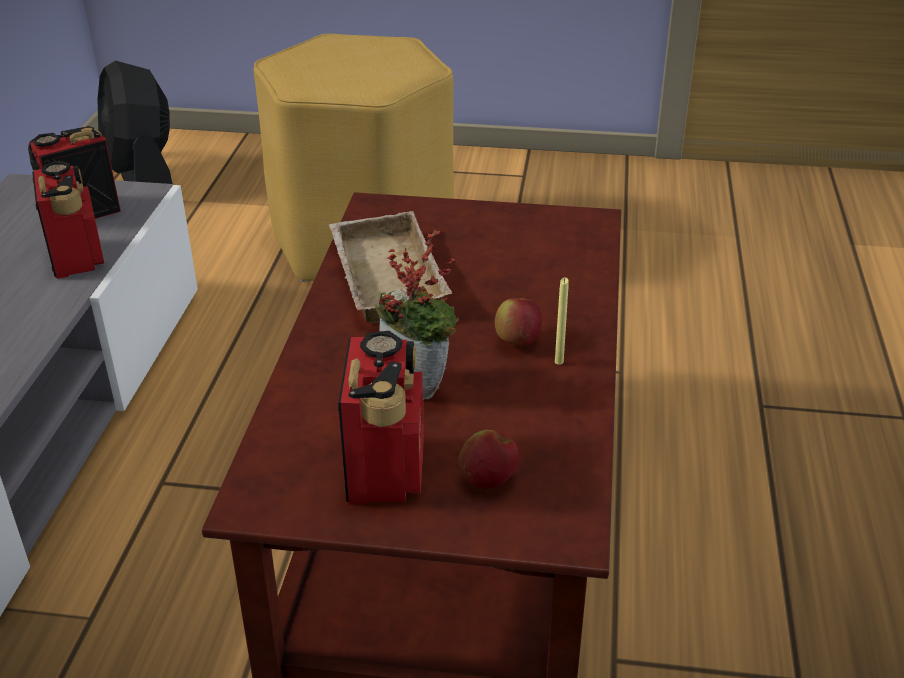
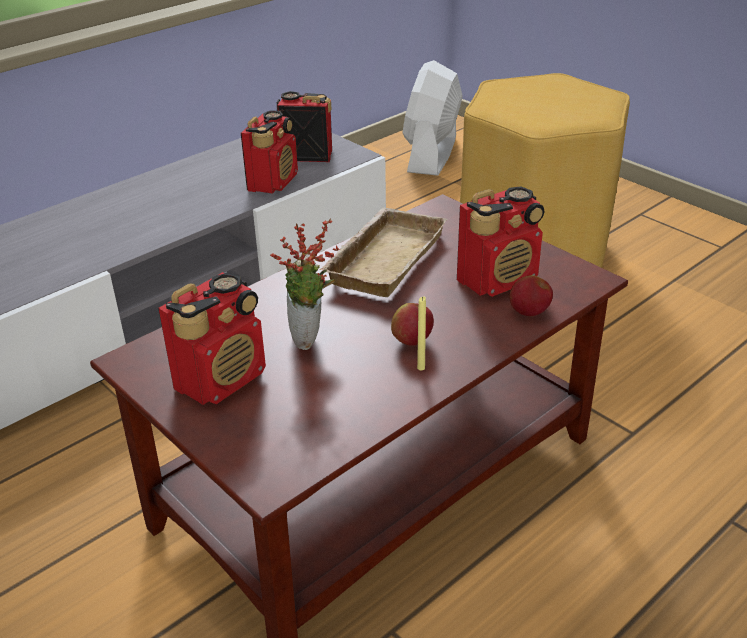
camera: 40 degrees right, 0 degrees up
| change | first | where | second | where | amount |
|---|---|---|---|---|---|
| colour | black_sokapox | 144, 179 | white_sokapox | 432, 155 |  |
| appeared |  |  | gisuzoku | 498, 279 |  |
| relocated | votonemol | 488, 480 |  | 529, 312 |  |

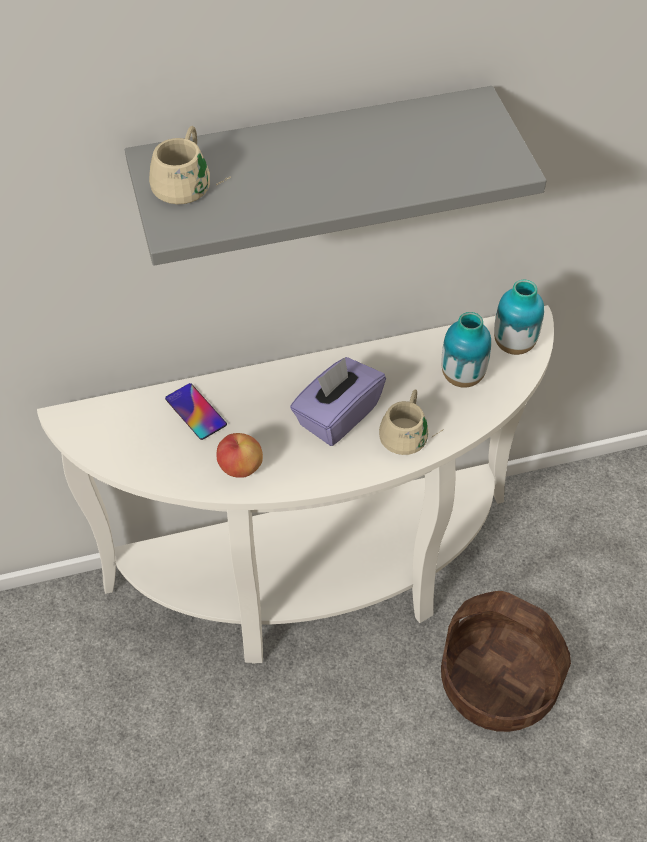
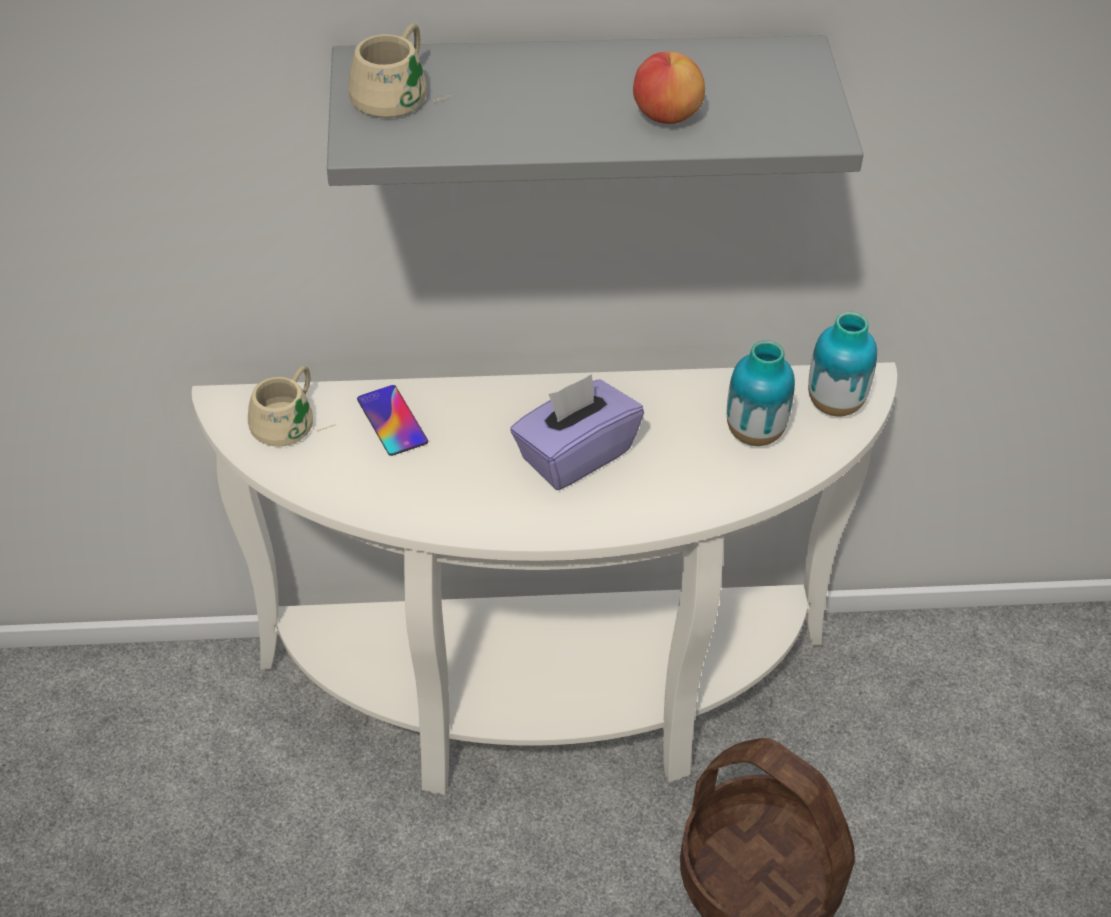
camera: 10 degrees right, 5 degrees down
| change | first | where | second | where | amount |
|---|---|---|---|---|---|
| relocated | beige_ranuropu | 410, 432 |  | 293, 422 |  |
| relocated | votonemol | 240, 467 |  | 665, 116 |  |

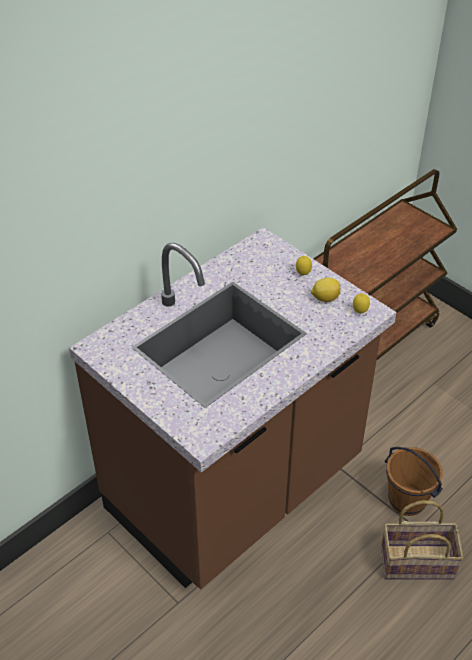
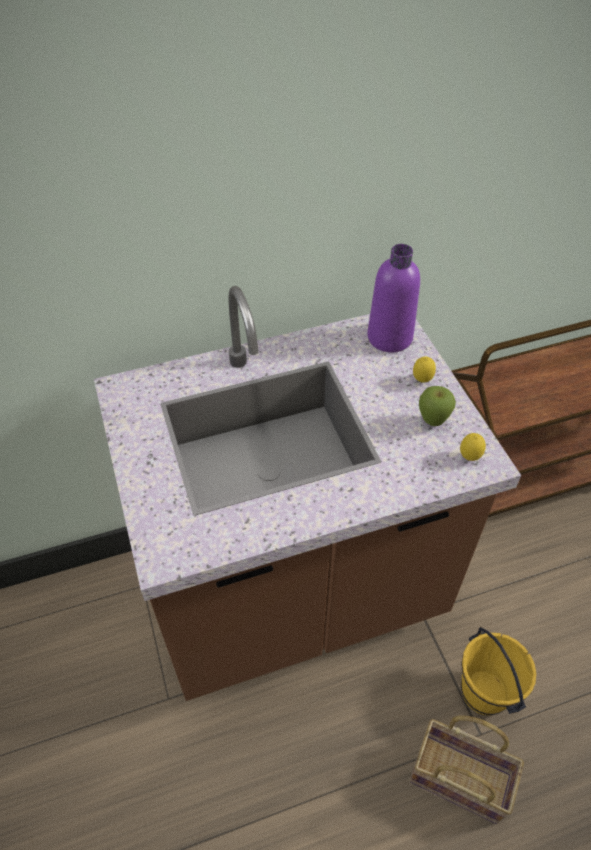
camera: 25 degrees right, 5 degrees up
| change | first | where | second | where | amount |
|---|---|---|---|---|---|
| appeared |  |  | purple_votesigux | 389, 337 |  |
| exchanged | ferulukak | 325, 298 | votonemol | 432, 422 |  |
| colour | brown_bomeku | 406, 501 | yellow_bomeku | 483, 692 |  |

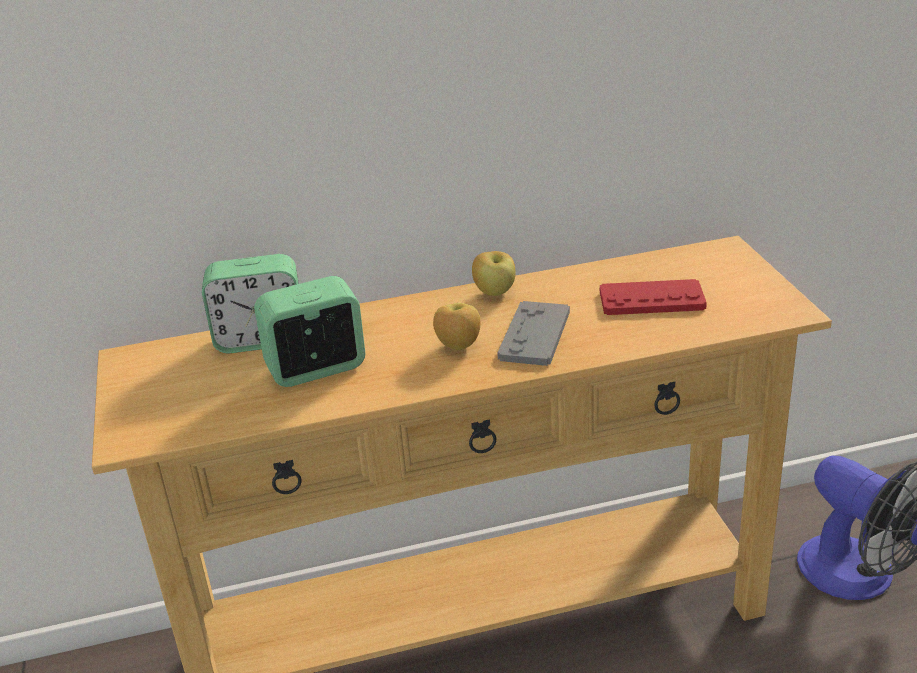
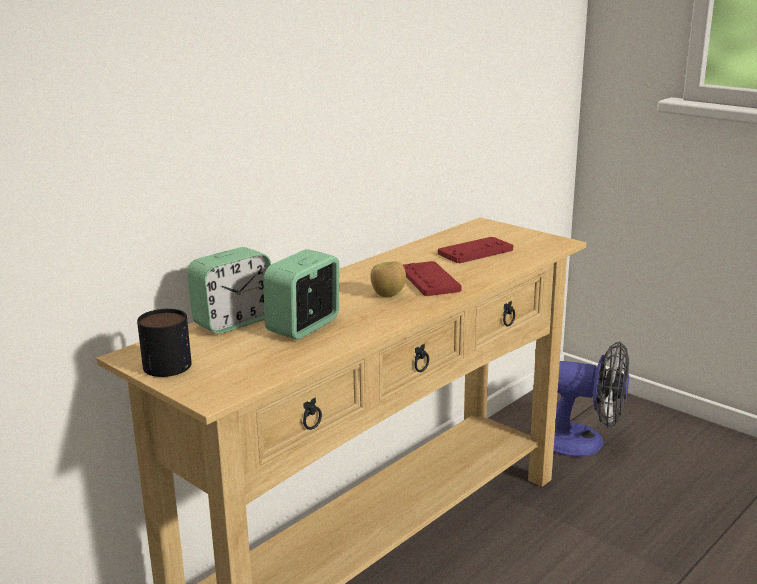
camera: 35 degrees left, 10 degrees down
| change | first | where | second | where | amount |
|---|---|---|---|---|---|
| appeared |  |  | ranuropu | 167, 361 |  |
| colour | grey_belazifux | 534, 335 | red_belazifux | 429, 280 |  |
| missing | votonemol | 495, 293 |  |  |  |

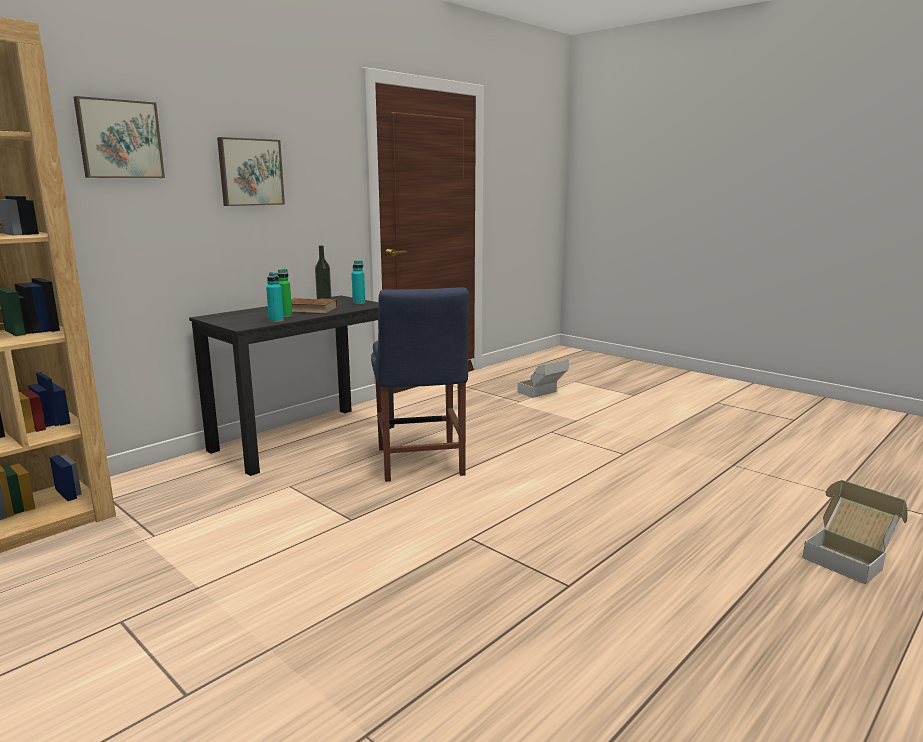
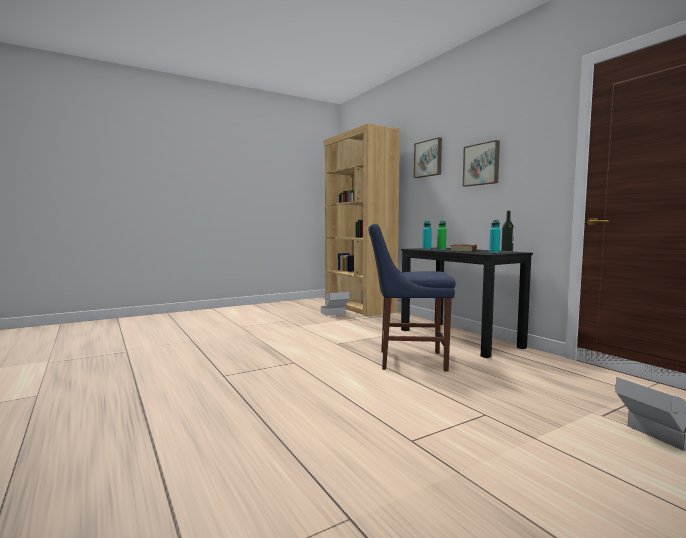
camera: 105 degrees right, 10 degrees down
| change | first | where | second | where | amount |
|---|---|---|---|---|---|
| relocated | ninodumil | 849, 558 |  | 335, 314 |  |

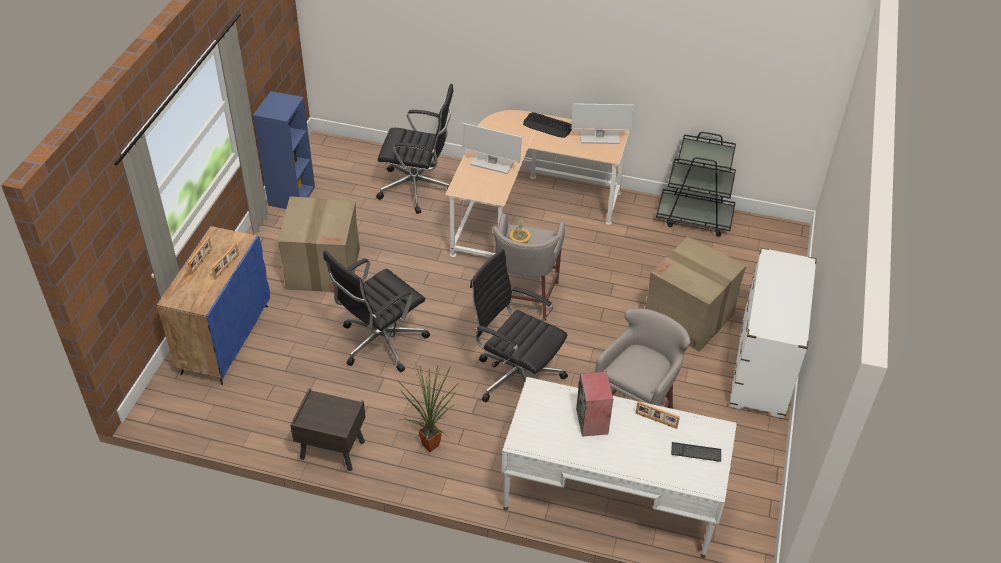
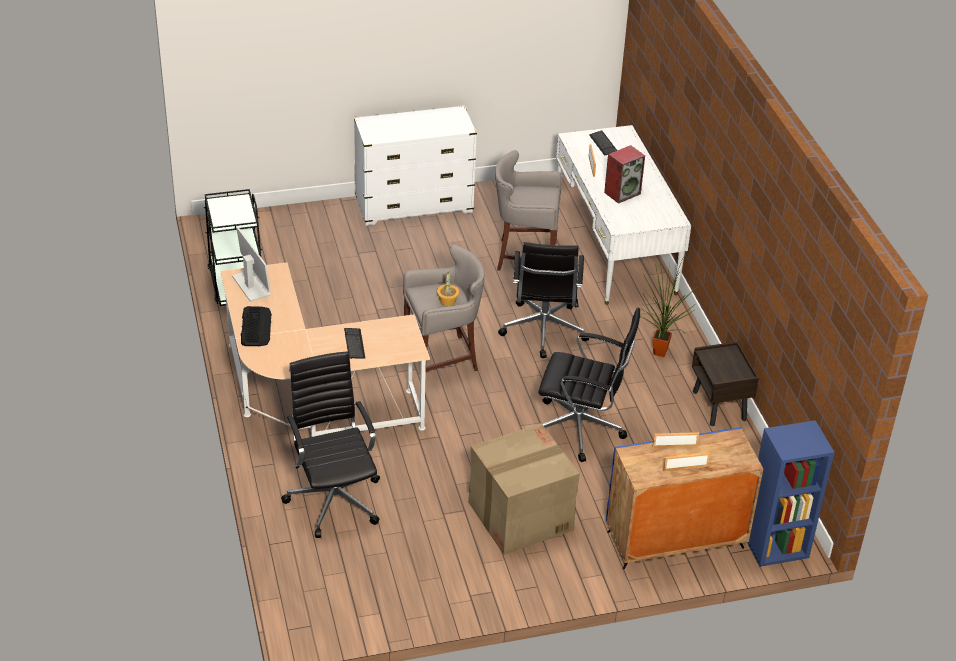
camera: 120 degrees left, 5 degrees down
| change | first | where | second | where | amount |
|---|---|---|---|---|---|
| exchanged | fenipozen | 491, 164 | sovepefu | 354, 344 |  |
| relocated | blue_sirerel | 291, 195 |  | 775, 546 |  |
| missing | ninodumil | 689, 317 |  |  |  |

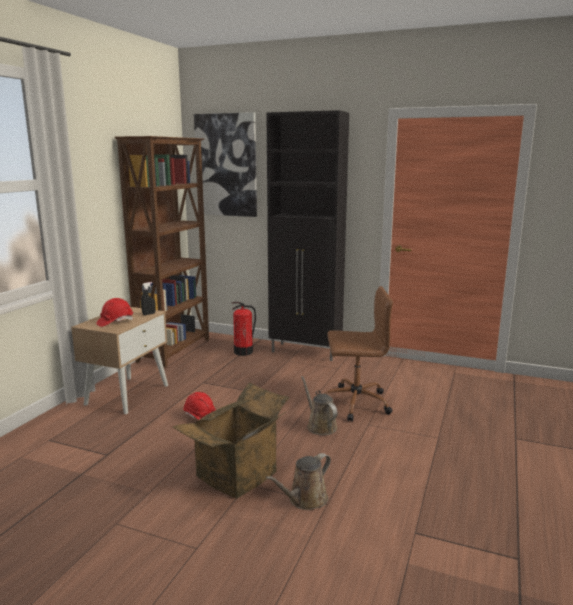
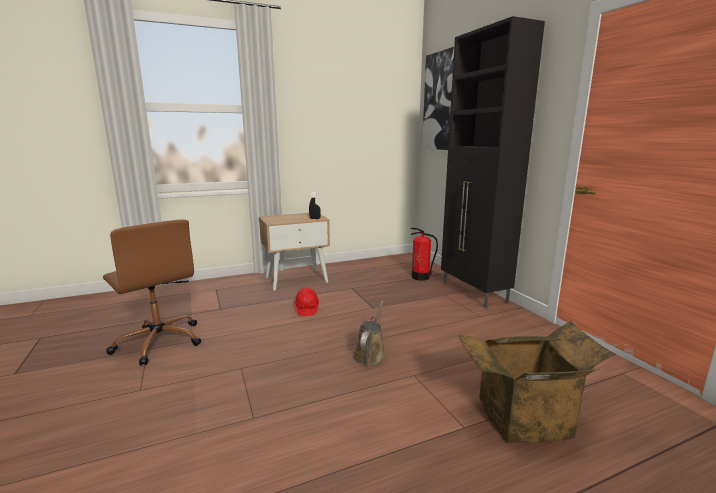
camera: 45 degrees right, 0 degrees up
| change | first | where | second | where | amount |
|---|---|---|---|---|---|
| relocated | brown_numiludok | 354, 403 |  | 159, 342 |  |
| relocated | ninodumil | 238, 476 |  | 524, 419 |  |
| missing | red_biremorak | 115, 322 |  |  |  |
| missing | brown_sirerel | 175, 350 |  |  |  |
| missing | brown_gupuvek | 305, 500 |  |  |  |

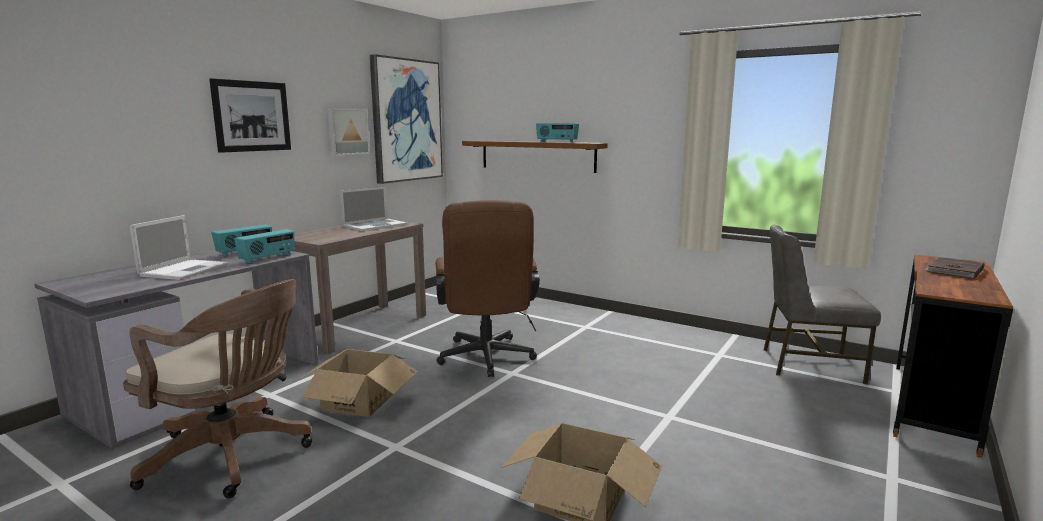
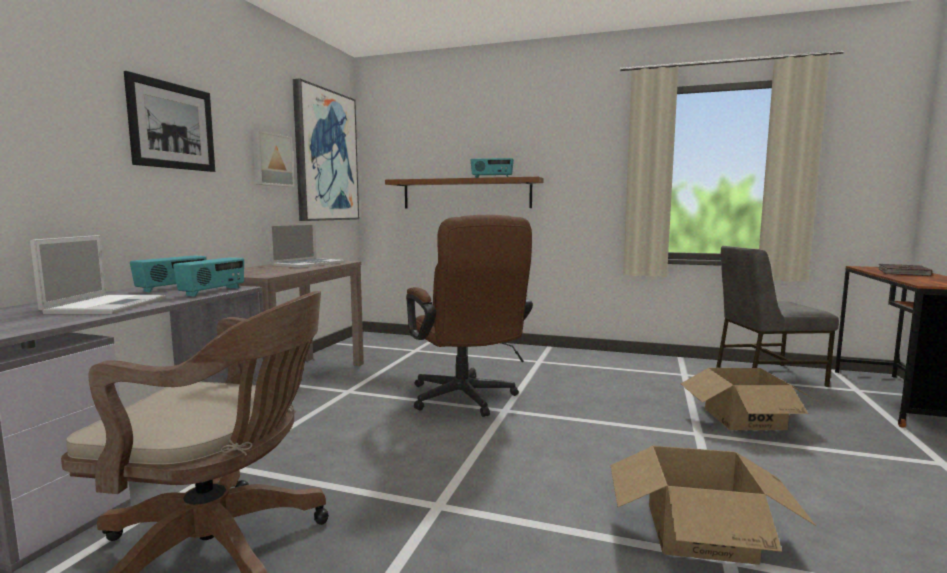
camera: 15 degrees left, 5 degrees down
| change | first | where | second | where | amount |
|---|---|---|---|---|---|
| relocated | ninodumil | 359, 401 |  | 744, 418 |  |

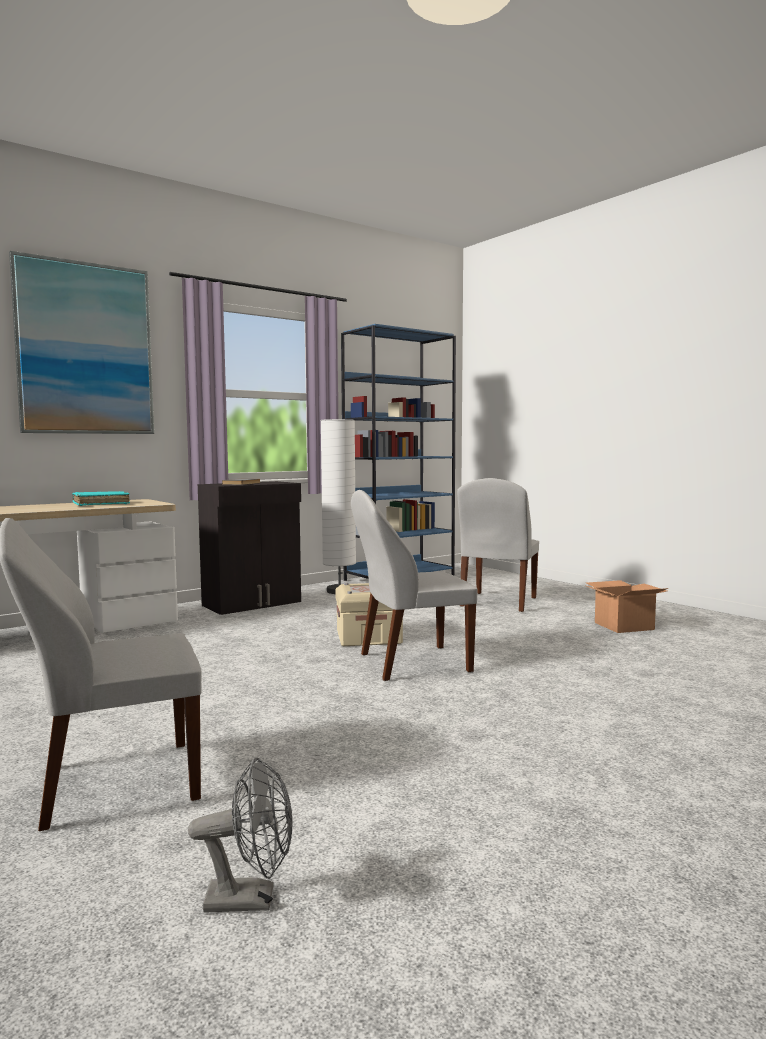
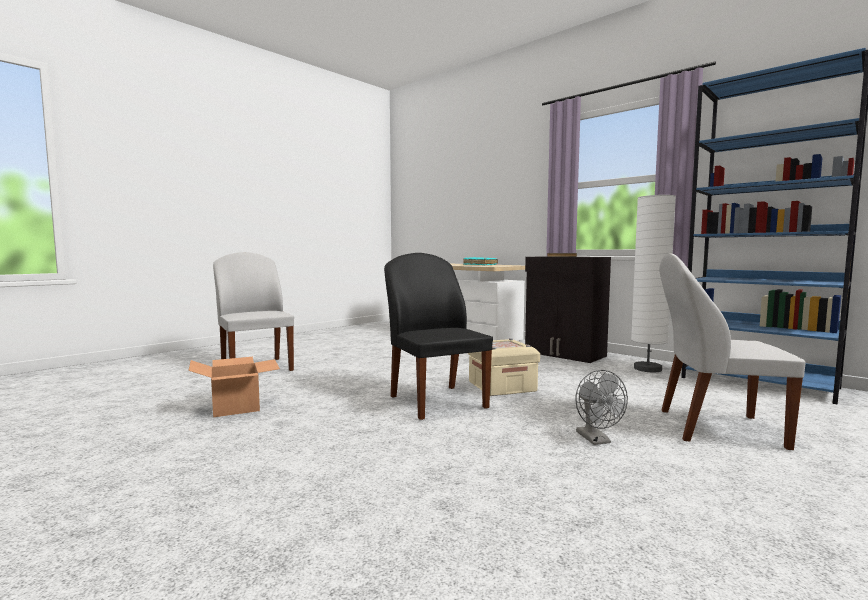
camera: 80 degrees right, 0 degrees up
| change | first | where | second | where | amount |
|---|---|---|---|---|---|
| relocated | ninodumil | 623, 626 |  | 235, 407 |  |
| colour | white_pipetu | 411, 663 | black_pipetu | 436, 401 |  |
| relocated | grey_sokapox | 251, 899 |  | 596, 440 |  |
| missing | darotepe | 85, 349 |  |  |  |

